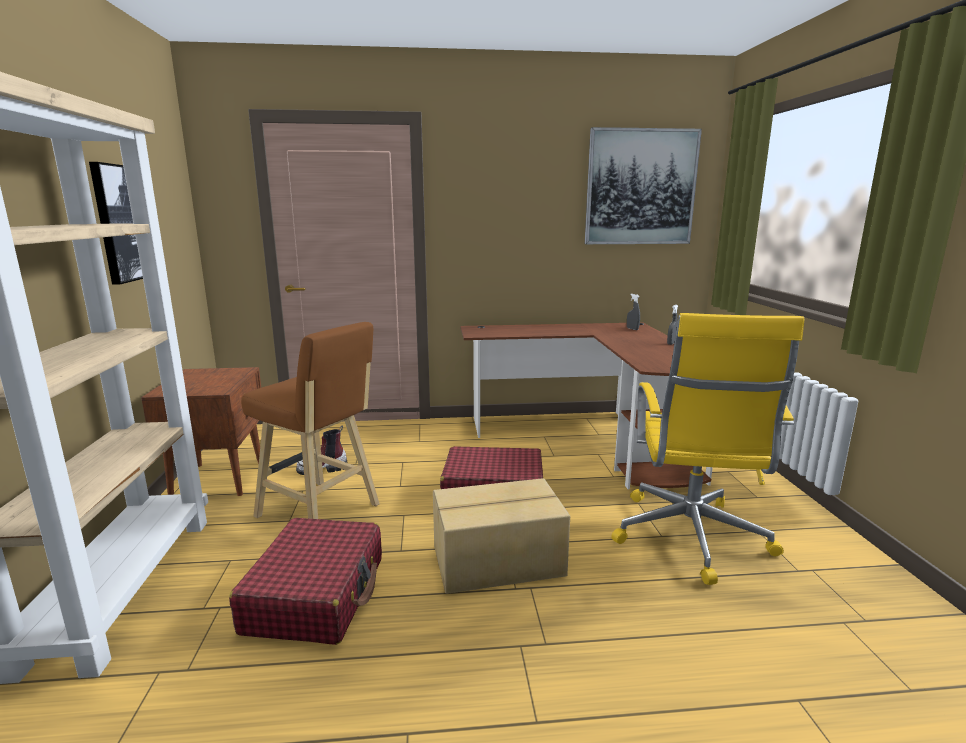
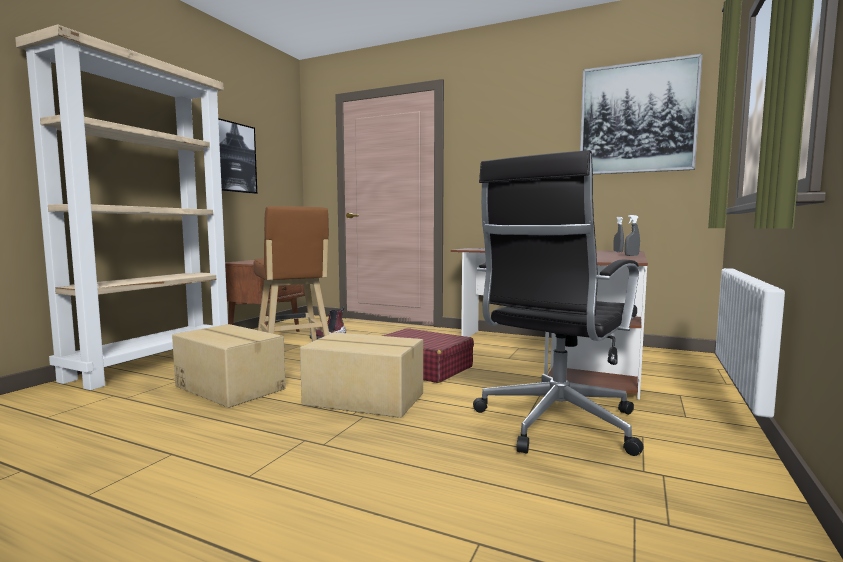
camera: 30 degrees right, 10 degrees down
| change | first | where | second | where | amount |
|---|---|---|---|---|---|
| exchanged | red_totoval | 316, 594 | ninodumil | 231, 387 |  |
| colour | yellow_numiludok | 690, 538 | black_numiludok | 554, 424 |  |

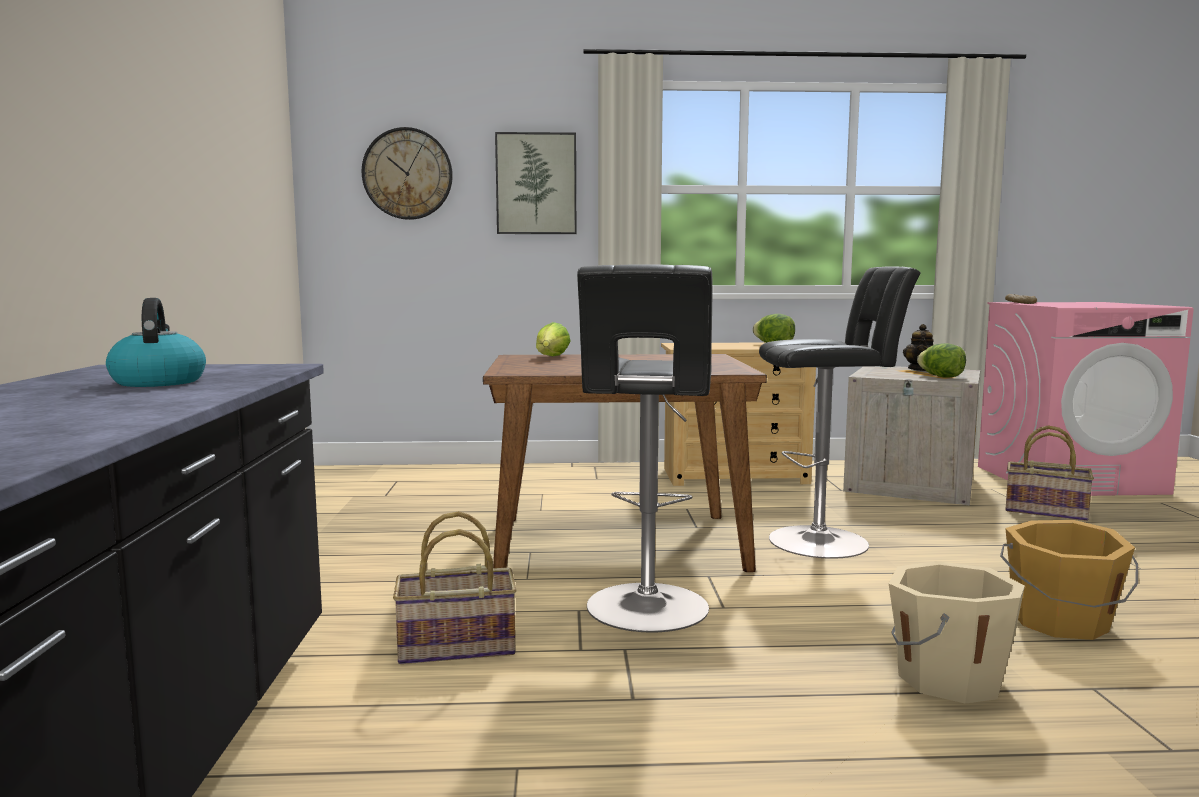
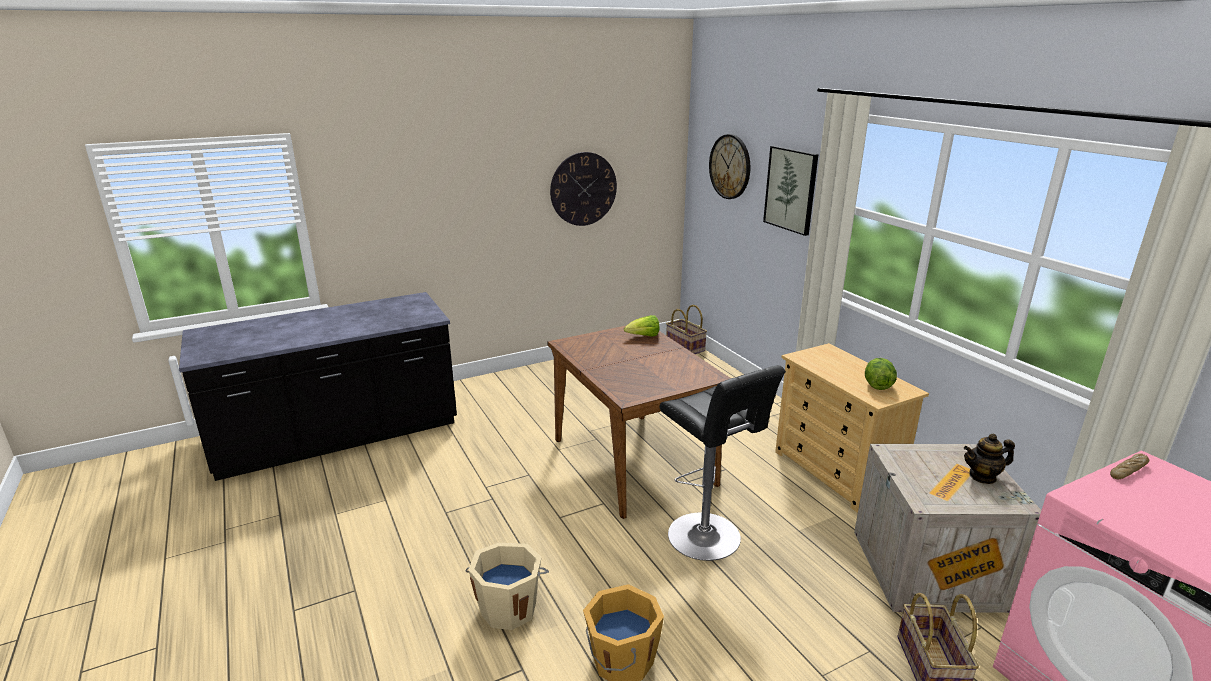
camera: 65 degrees right, 15 degrees up
| change | first | where | second | where | amount |
|---|---|---|---|---|---|
| appeared |  |  | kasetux | 583, 189 |  |
| relocated | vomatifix | 456, 647 |  | 684, 347 |  |
| missing | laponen | 158, 382 |  |  |  |
| missing | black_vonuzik | 647, 610 |  |  |  |
| missing | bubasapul | 941, 377 |  |  |  |

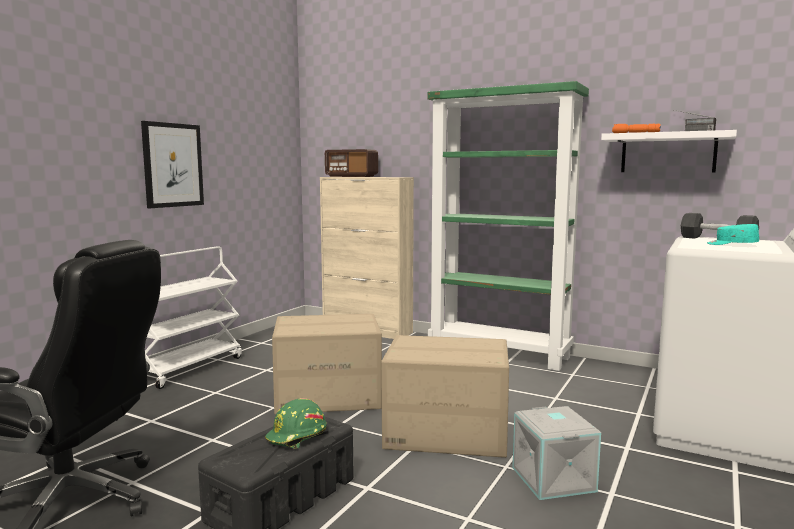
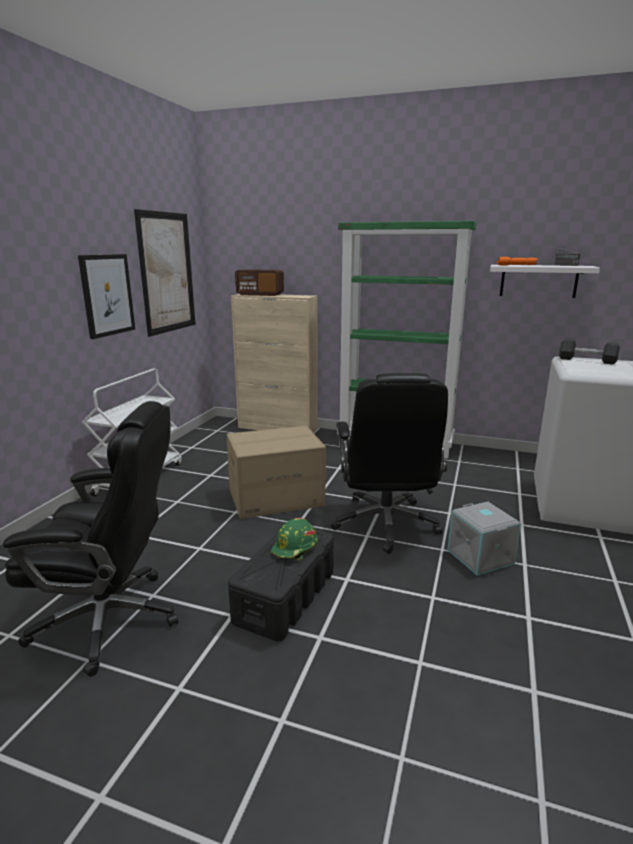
camera: 10 degrees left, 10 degrees up
| change | first | where | second | where | amount |
|---|---|---|---|---|---|
| appeared |  |  | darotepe | 167, 273 |  |
| exchanged | ninodumil | 446, 434 | black_numiludok | 385, 524 |  |
| missing | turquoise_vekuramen | 732, 244 |  |  |  |

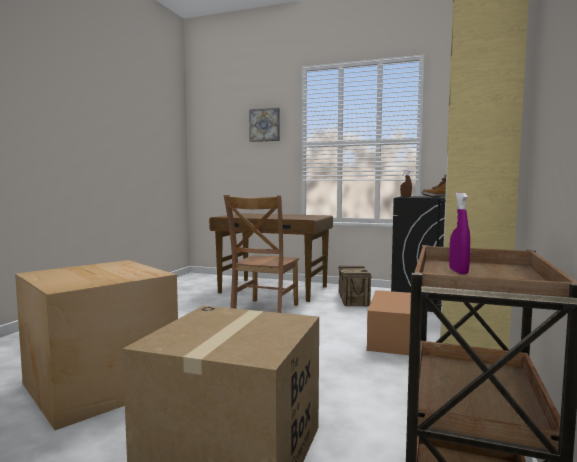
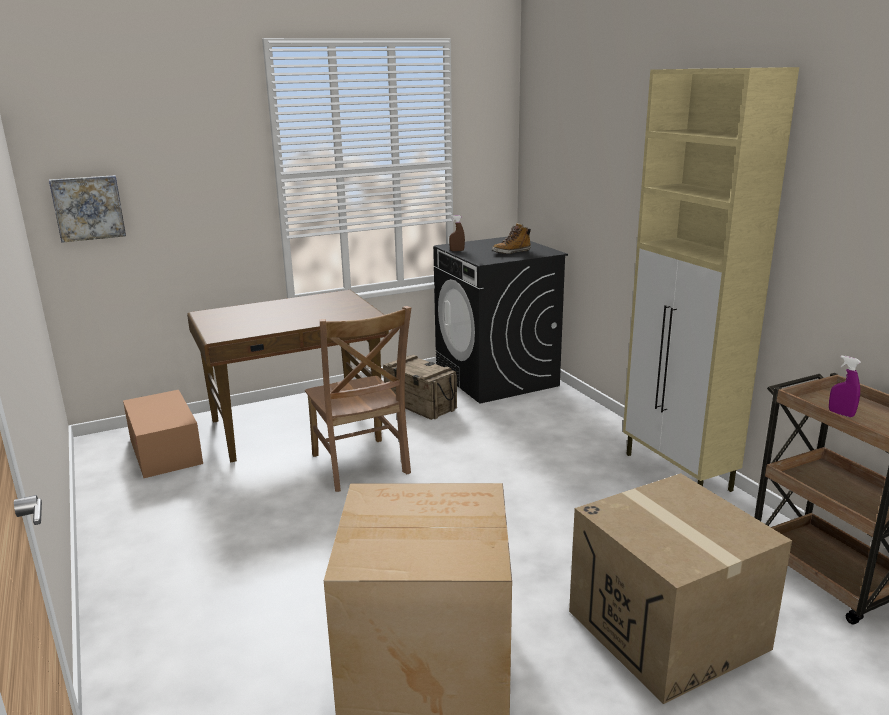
camera: 45 degrees left, 15 degrees up
| change | first | where | second | where | amount |
|---|---|---|---|---|---|
| relocated | darotepe | 265, 125 |  | 88, 208 |  |
| relocated | ninodumil | 395, 338 |  | 165, 451 |  |

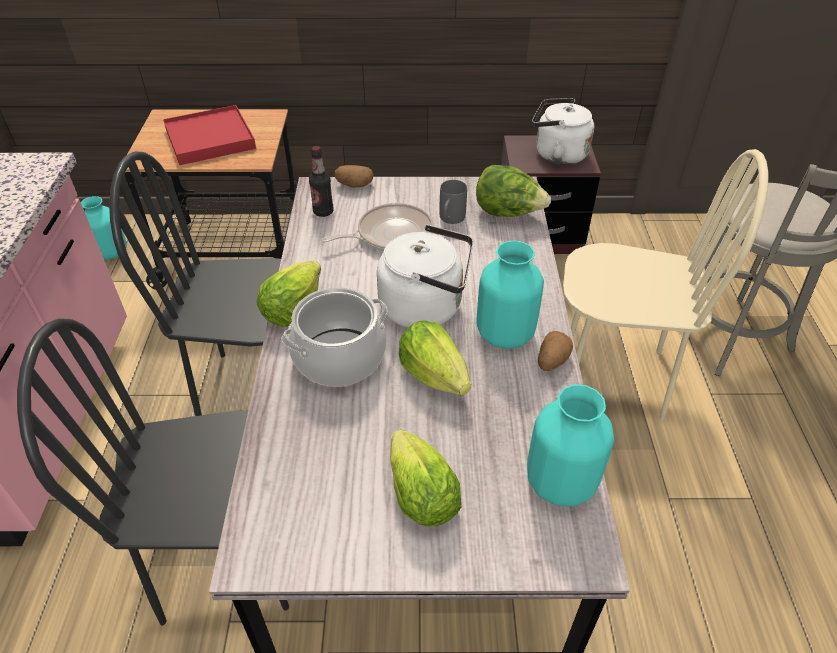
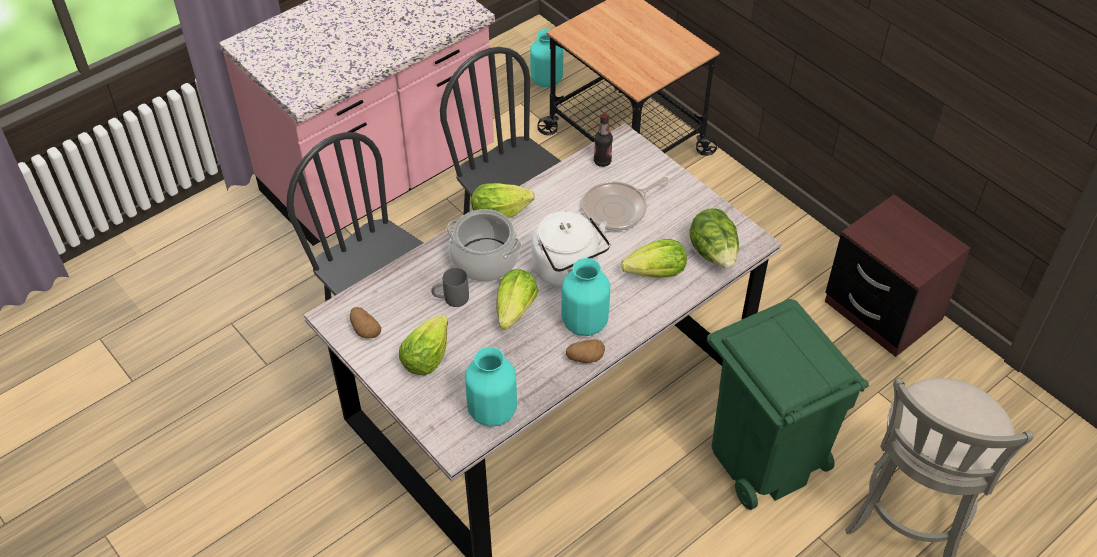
camera: 50 degrees right, 5 degrees up
| change | first | where | second | where | amount |
|---|---|---|---|---|---|
| relocated | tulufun | 354, 185 |  | 365, 329 |  |
| relocated | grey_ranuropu | 450, 220 |  | 450, 299 |  |
| spun | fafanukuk | 390, 234 |  | 618, 209 | 120 degrees clockwise |
| appeared |  |  | bubasapul | 656, 273 |  |
| exchanged | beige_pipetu | 613, 376 | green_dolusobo | 763, 459 |  |
| missing | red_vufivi | 210, 139 |  |  |  |
| missing | white_laponen | 557, 154 |  |  |  |

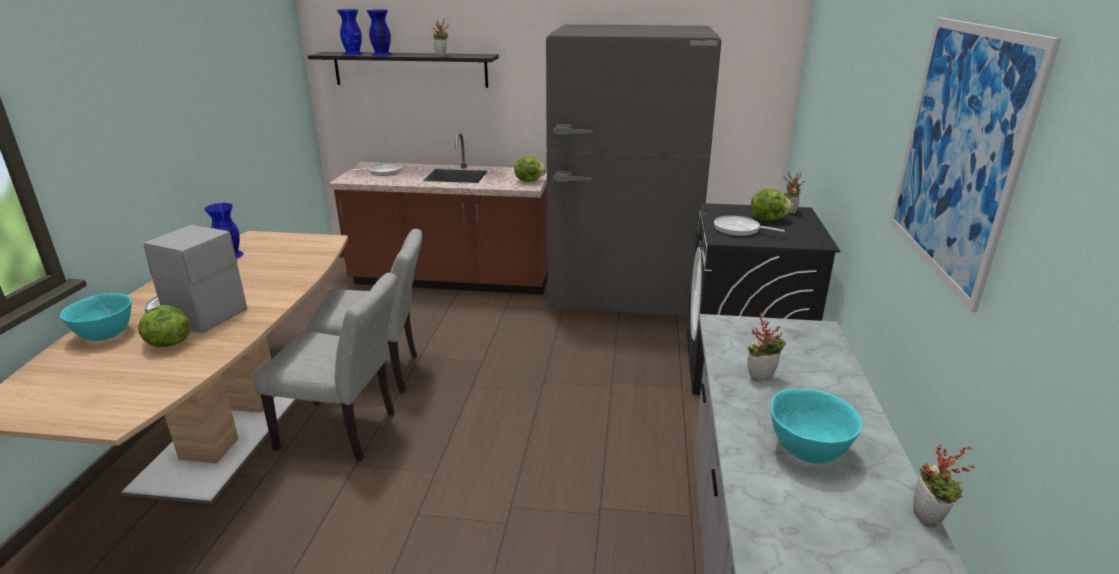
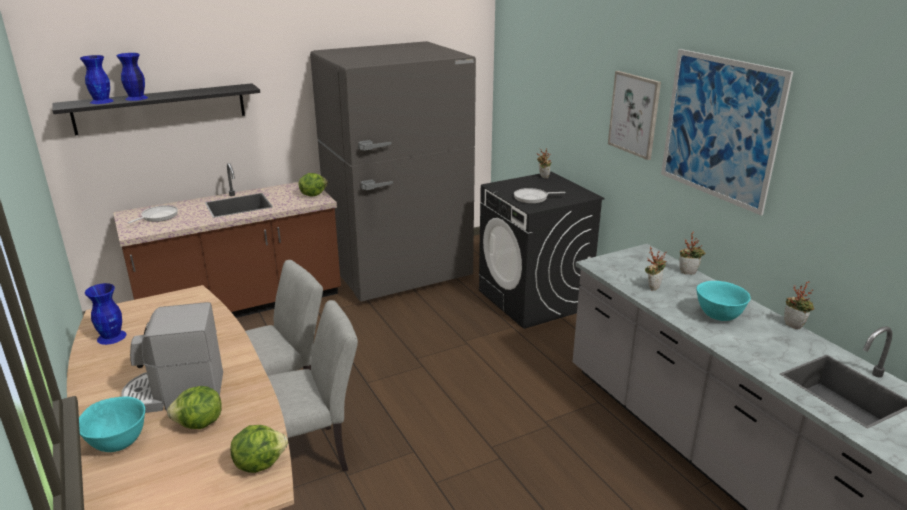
camera: 35 degrees left, 0 degrees up
| change | first | where | second | where | amount |
|---|---|---|---|---|---|
| relocated | bubasapul | 767, 219 |  | 259, 463 |  |
| appeared |  |  | darotepe | 634, 114 |  |
| relocated | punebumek | 442, 55 |  | 688, 272 |  |

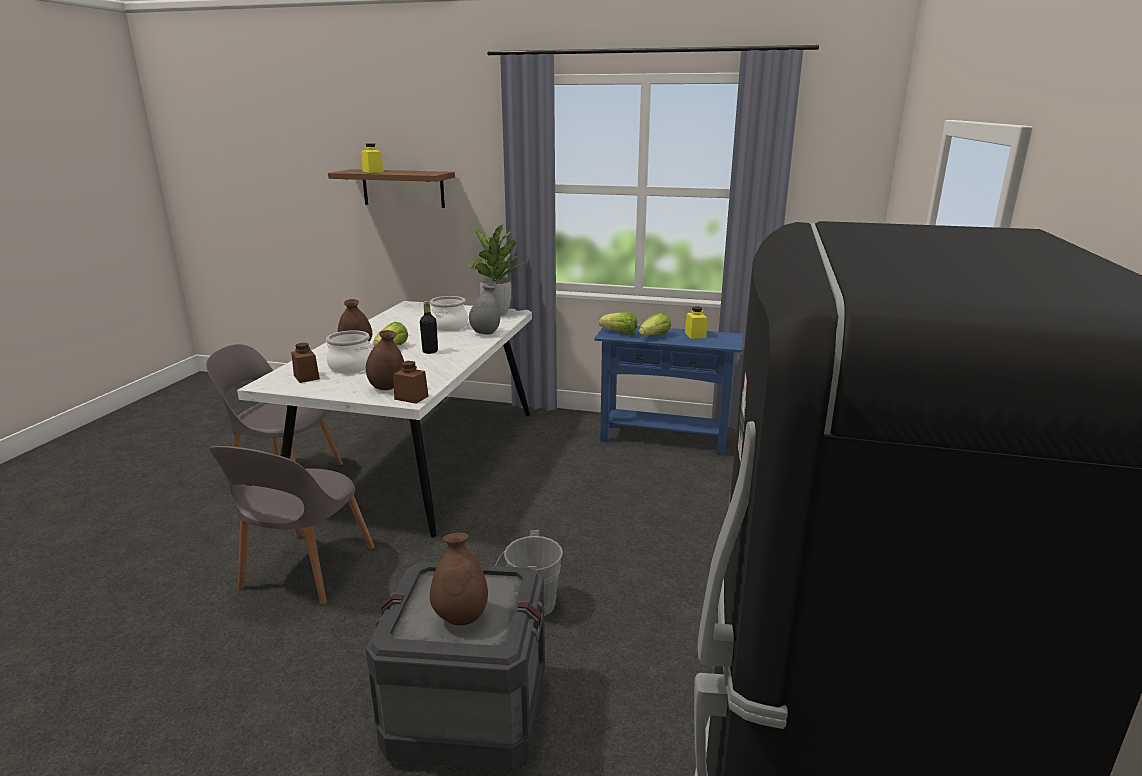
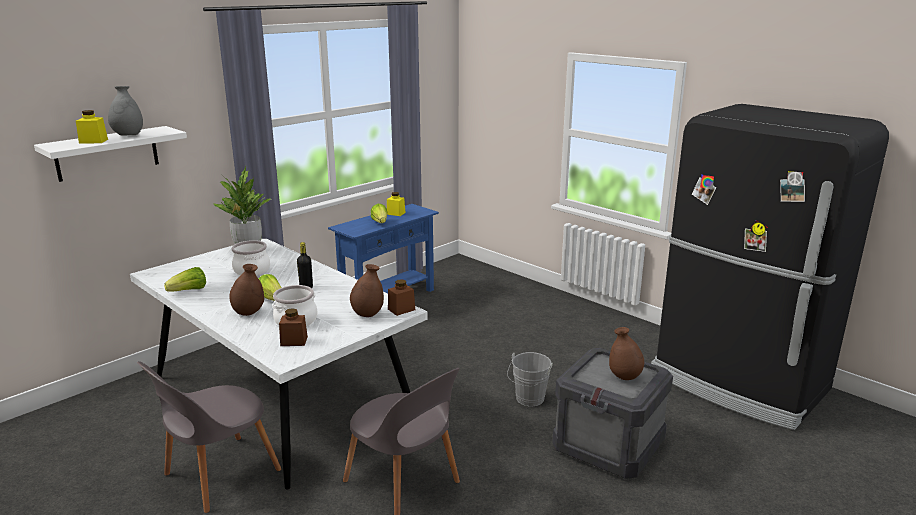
camera: 60 degrees left, 0 degrees up
| change | first | where | second | where | amount |
|---|---|---|---|---|---|
| colour | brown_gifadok | 403, 188 | white_gifadok | 107, 153 |  |
| relocated | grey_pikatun | 485, 333 |  | 128, 136 |  |
| relocated | bubasapul | 620, 333 |  | 189, 291 |  |

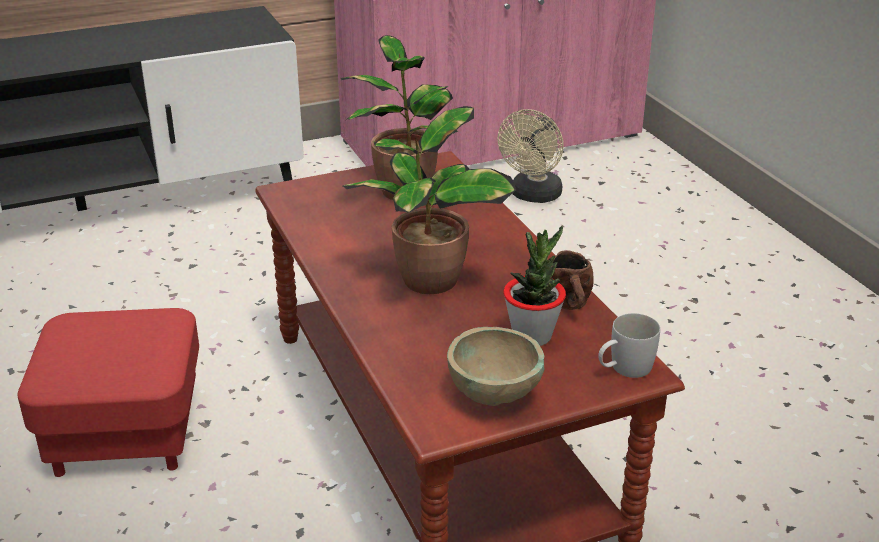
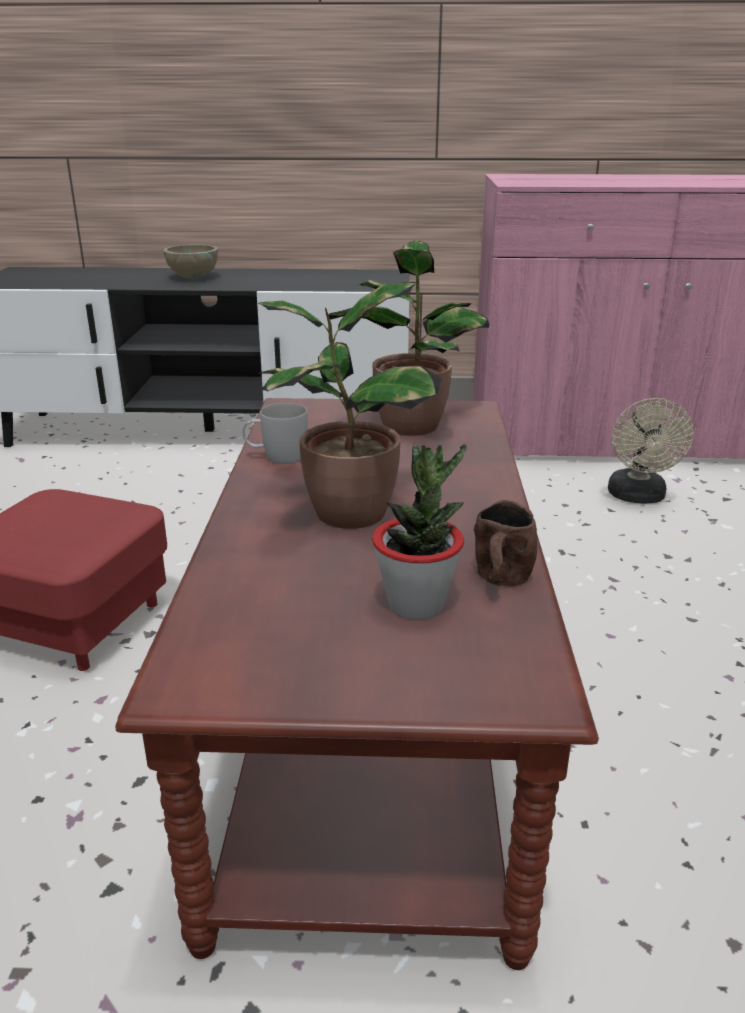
camera: 25 degrees right, 5 degrees down
| change | first | where | second | where | amount |
|---|---|---|---|---|---|
| relocated | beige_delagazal | 493, 396 |  | 192, 278 |  |
| relocated | white_ranuropu | 624, 369 |  | 276, 457 |  |
| spun | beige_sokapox | 533, 196 |  | 638, 497 | 45 degrees counterclockwise |

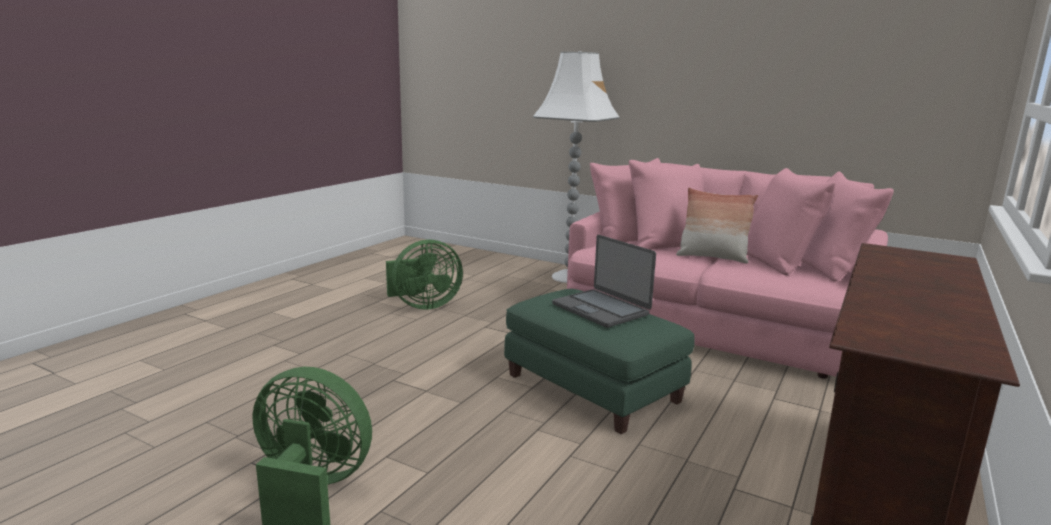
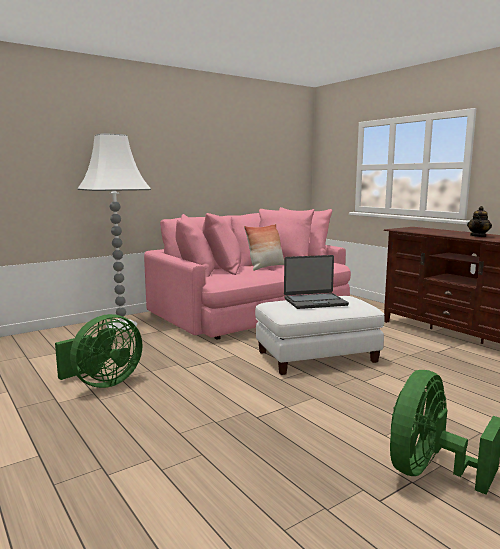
camera: 65 degrees left, 5 degrees down
| change | first | where | second | where | amount |
|---|---|---|---|---|---|
| spun | green_sokapox | 423, 305 |  | 102, 383 | 45 degrees clockwise |
| colour | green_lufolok | 593, 388 | white_lufolok | 317, 356 |  |
| appeared |  |  | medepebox | 478, 236 |  |

